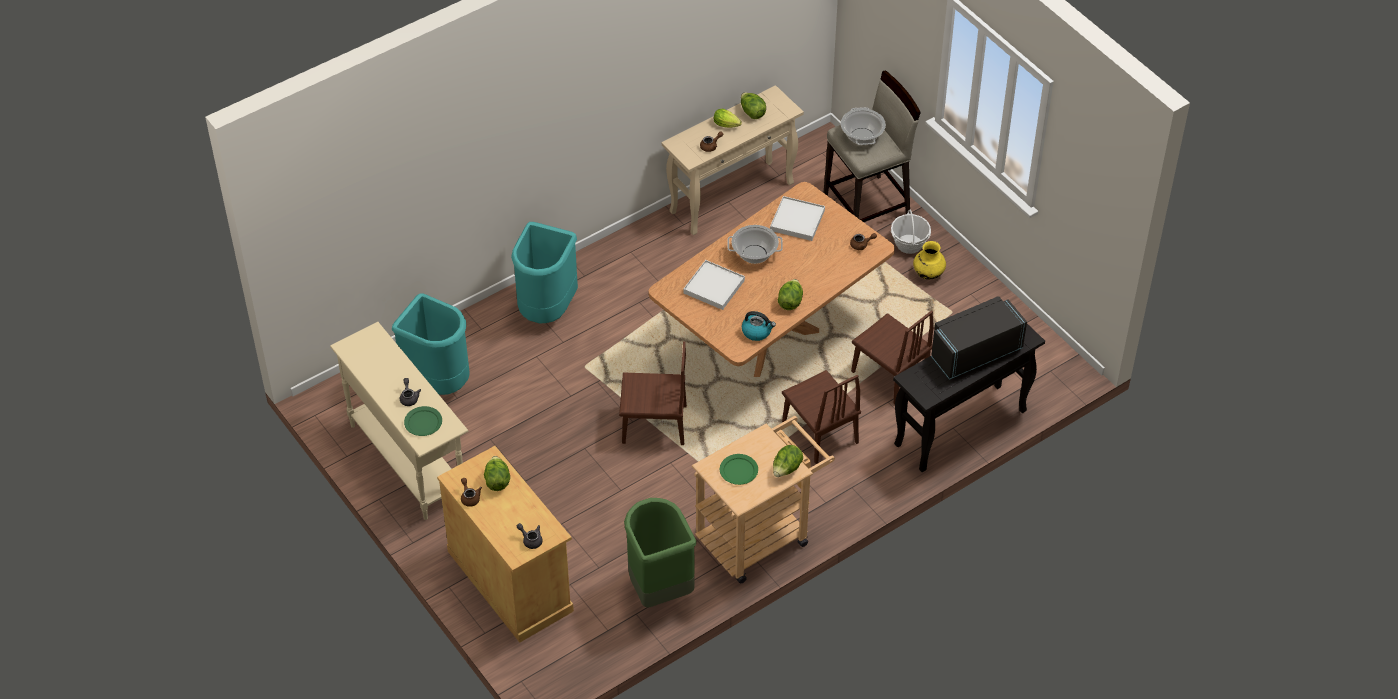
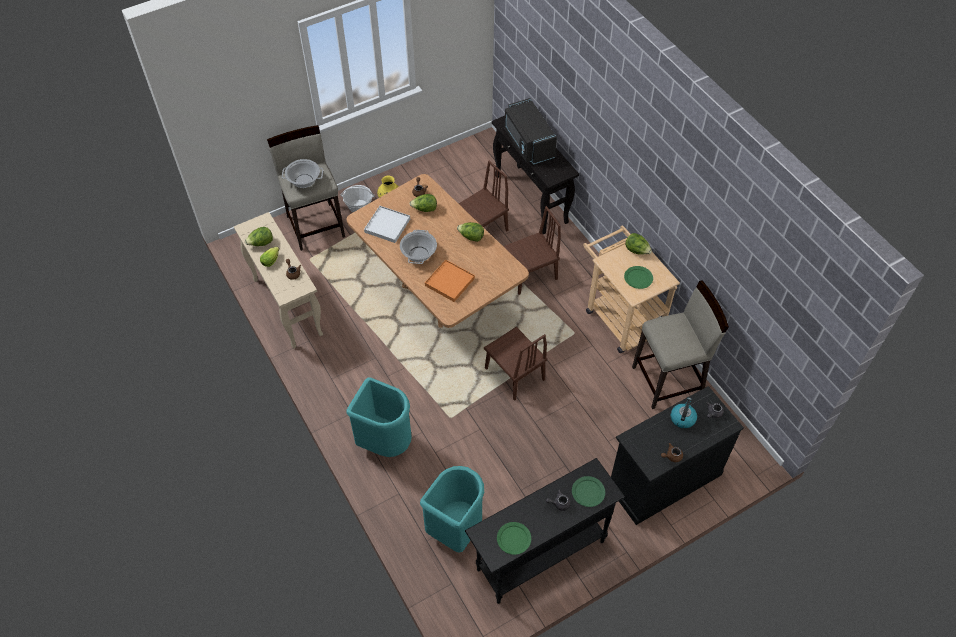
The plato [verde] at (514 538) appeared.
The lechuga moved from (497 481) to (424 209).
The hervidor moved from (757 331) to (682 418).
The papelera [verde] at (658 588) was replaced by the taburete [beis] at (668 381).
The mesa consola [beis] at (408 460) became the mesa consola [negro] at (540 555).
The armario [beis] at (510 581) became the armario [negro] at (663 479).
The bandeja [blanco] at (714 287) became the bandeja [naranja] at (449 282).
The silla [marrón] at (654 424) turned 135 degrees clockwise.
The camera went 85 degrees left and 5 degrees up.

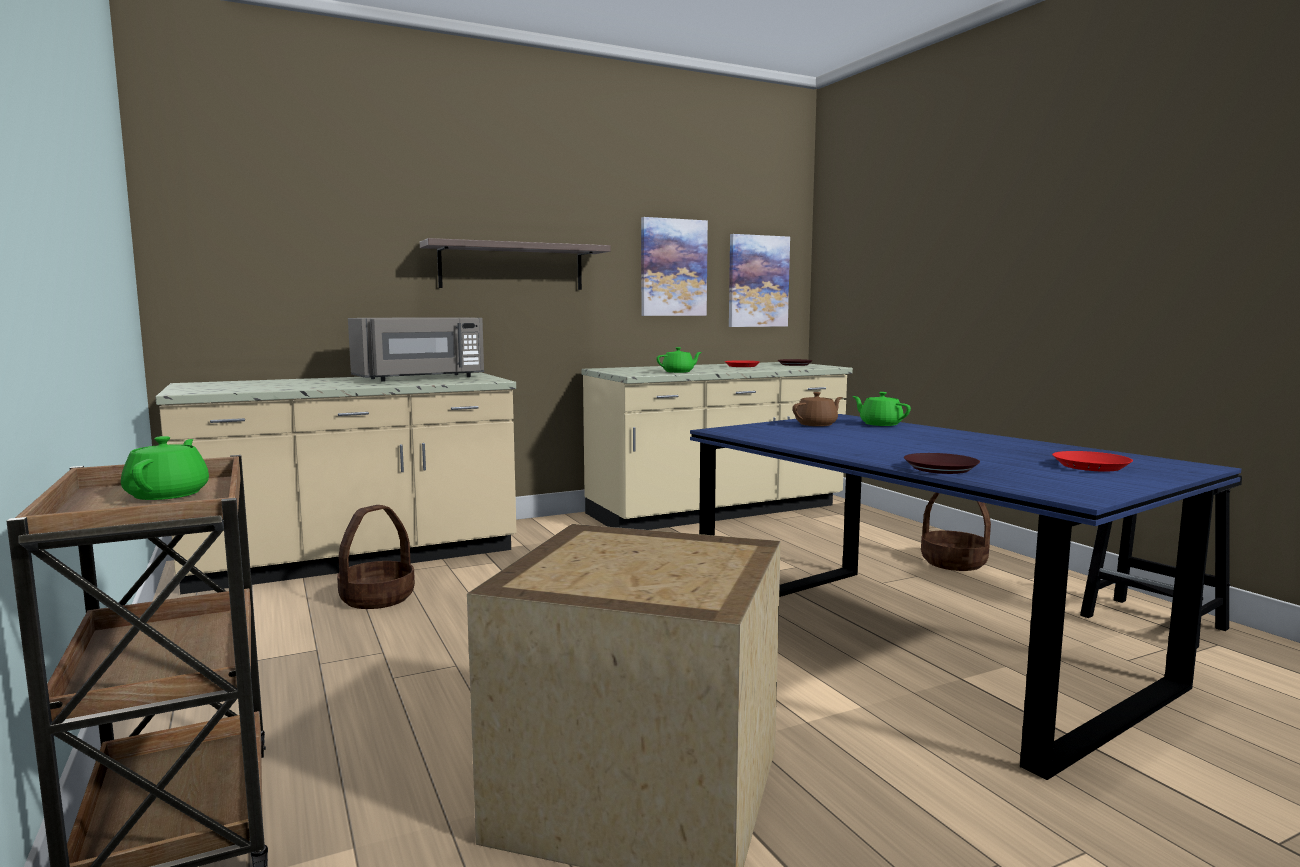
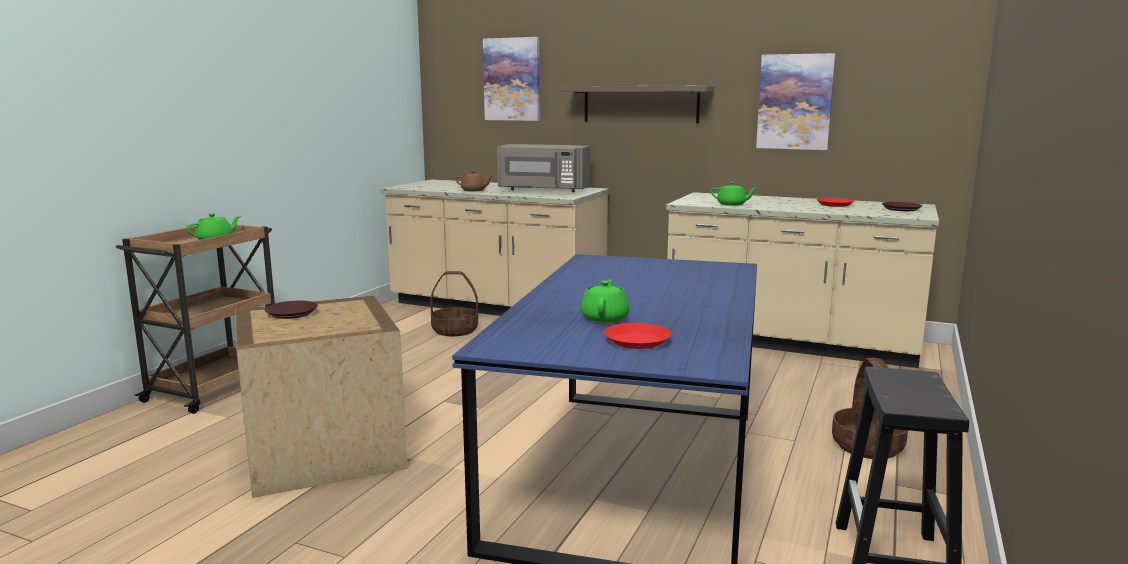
The cuadro moved from (758 281) to (512 79).
The tetera [marrón] moved from (817 424) to (474 190).
The tetera [verde] moved from (880 424) to (605 318).
The plato [marrón] moved from (940 469) to (291 313).
The camera went 50 degrees right and 5 degrees up.

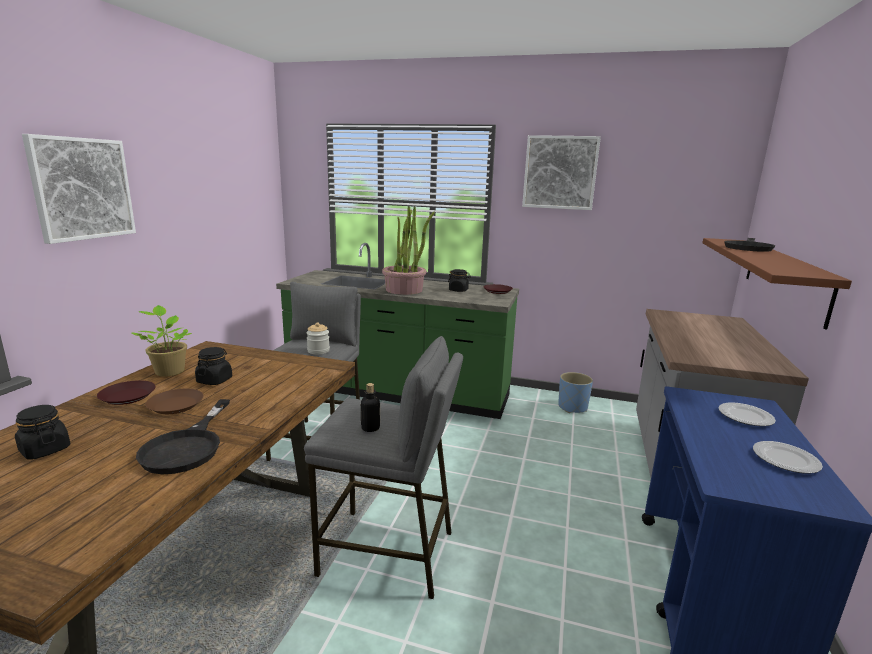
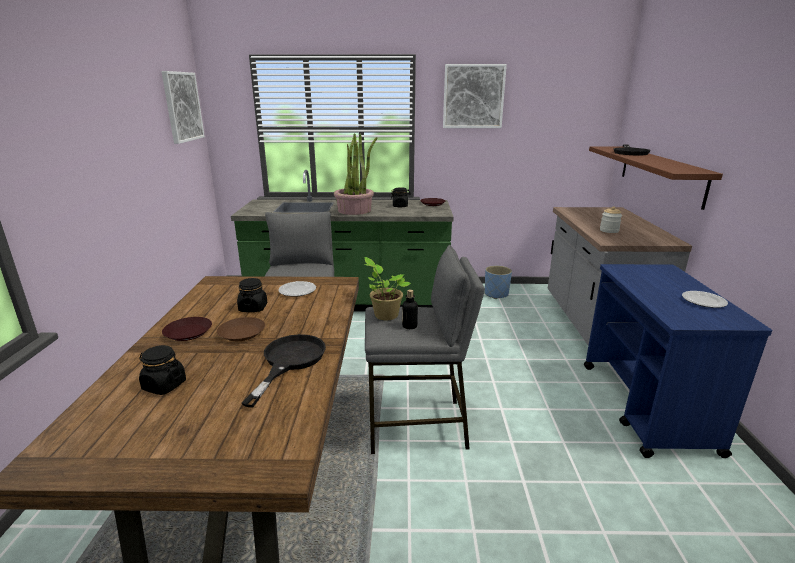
The cuadro moved from (82 189) to (182 107).
The planta en maceta moved from (169 371) to (384 315).
The tarro moved from (318 351) to (609 230).
The plato moved from (744 417) to (297 291).
The sartén [negro] at (188 446) turned 150 degrees counterclockwise.
The camera went 15 degrees left and 5 degrees up.

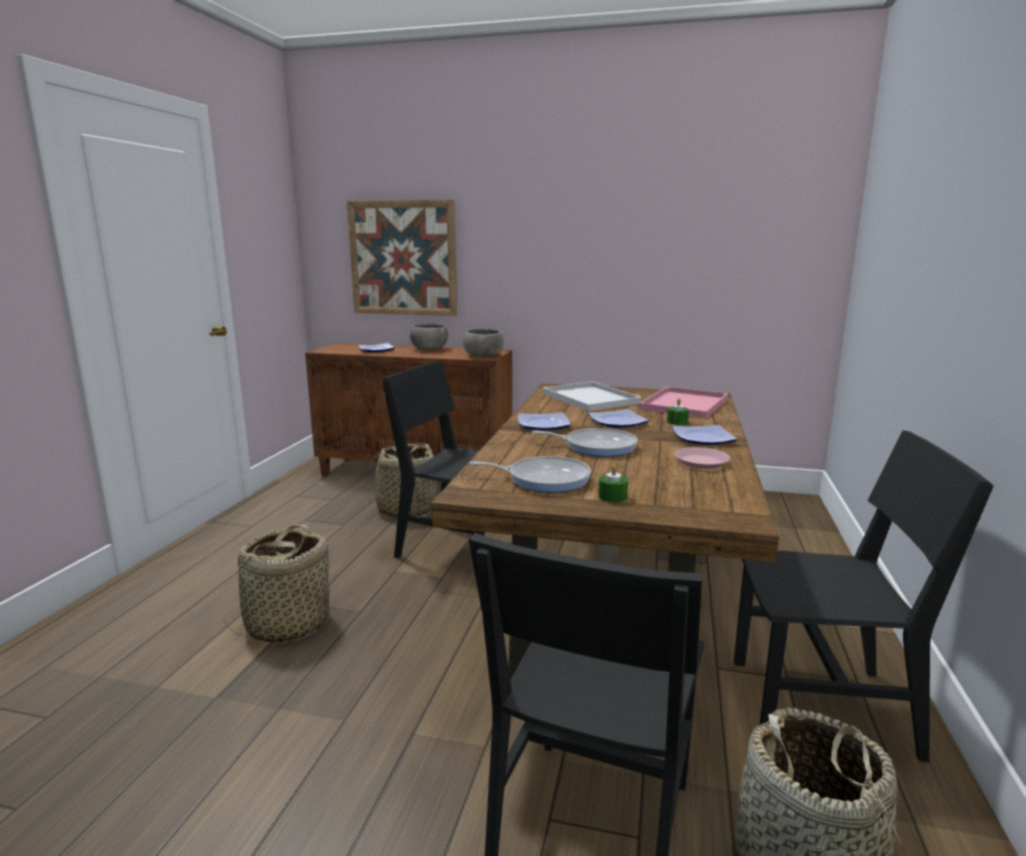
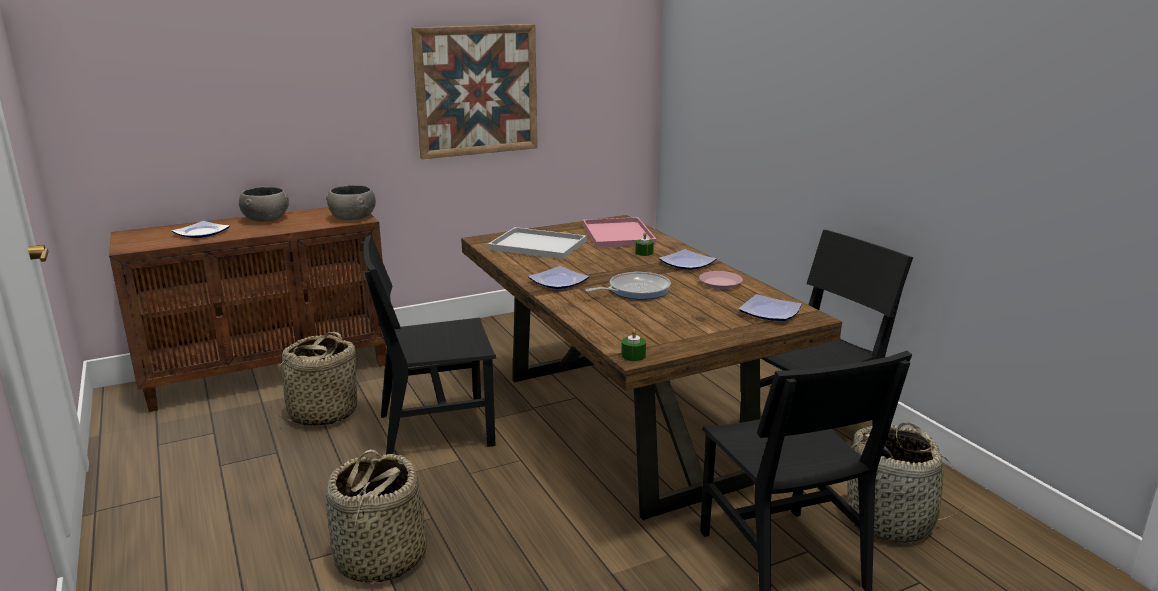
The sartén at (544 479) disappeared.
The cuadro moved from (403 258) to (477 90).
The plato moved from (617 422) to (770 313).
The vela [verde] moved from (612 496) to (633 355).
The camera went 40 degrees left and 5 degrees up.

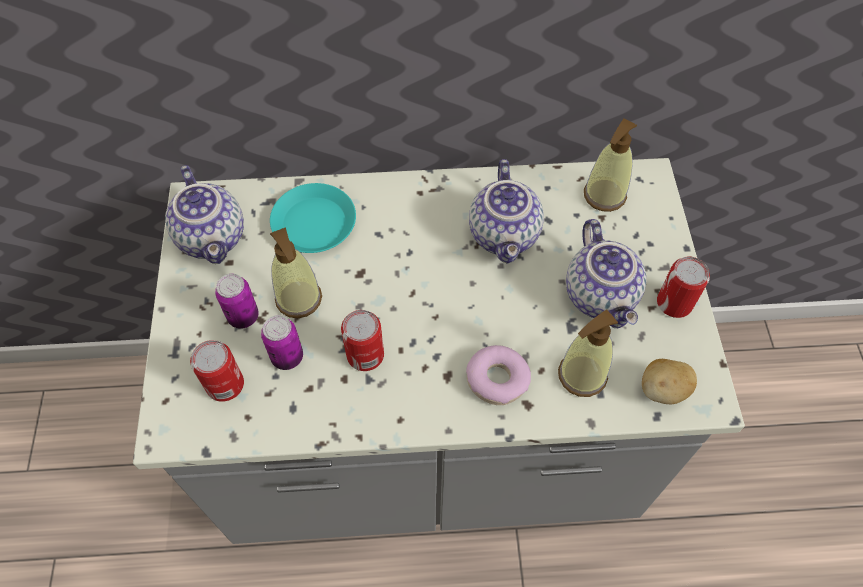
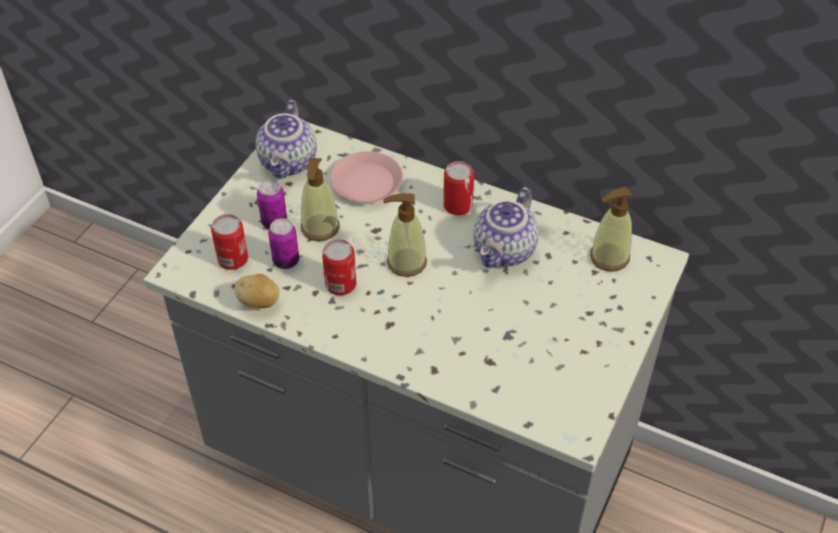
The rosquilla at (497 380) disappeared.
The tetera at (602 296) disappeared.
The dispensador de jabón moved from (581 375) to (406 262).
The patata moved from (662 390) to (259 302).
The lata moved from (674 303) to (457 205).
The plato [turquesa] at (313 223) became the plato [rosa] at (366 182).
The camera went 30 degrees right and 10 degrees down.

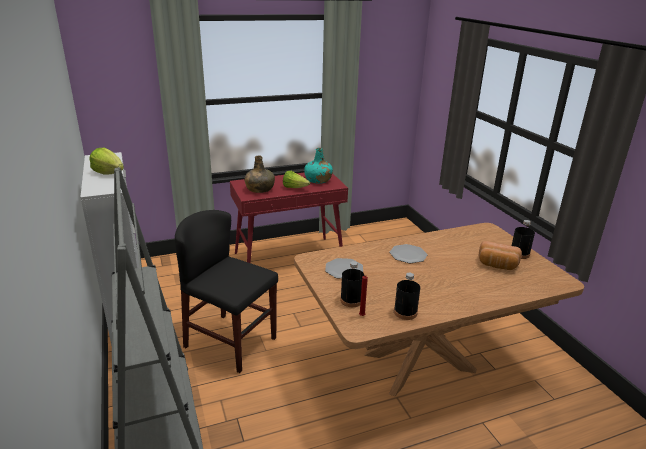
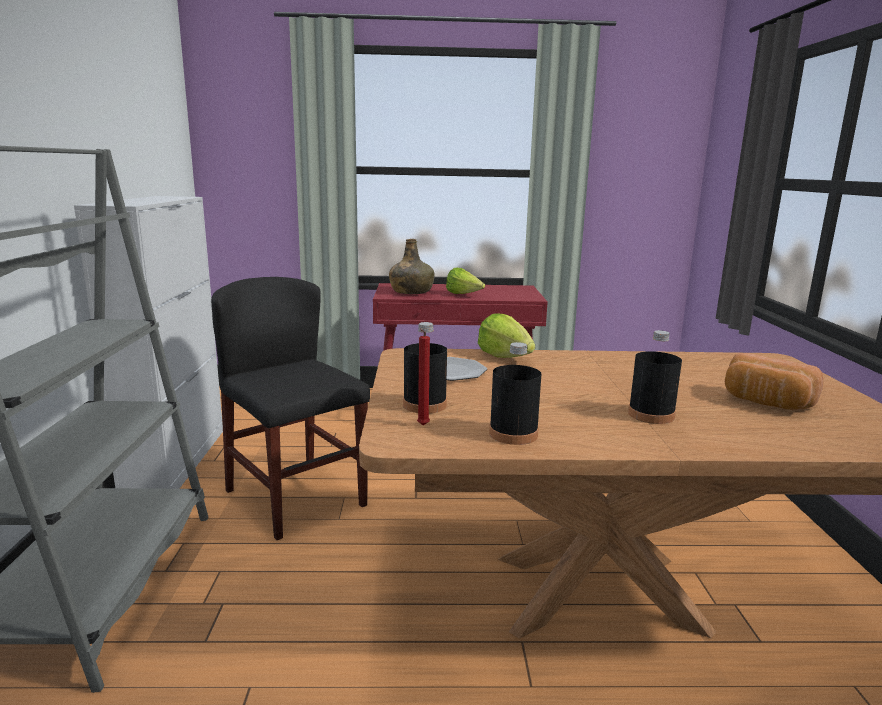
The botella [turquesa] at (318 180) disappeared.
The plato at (408 255) disappeared.
The lechuga moved from (109 173) to (504 356).
The botella [negro] moved from (519 254) to (651 415).
The camera went 20 degrees right and 10 degrees down.

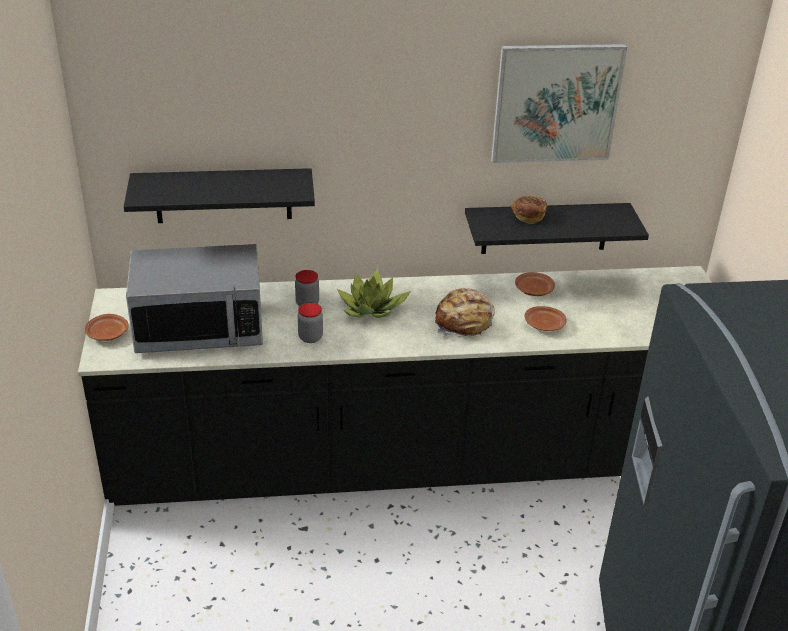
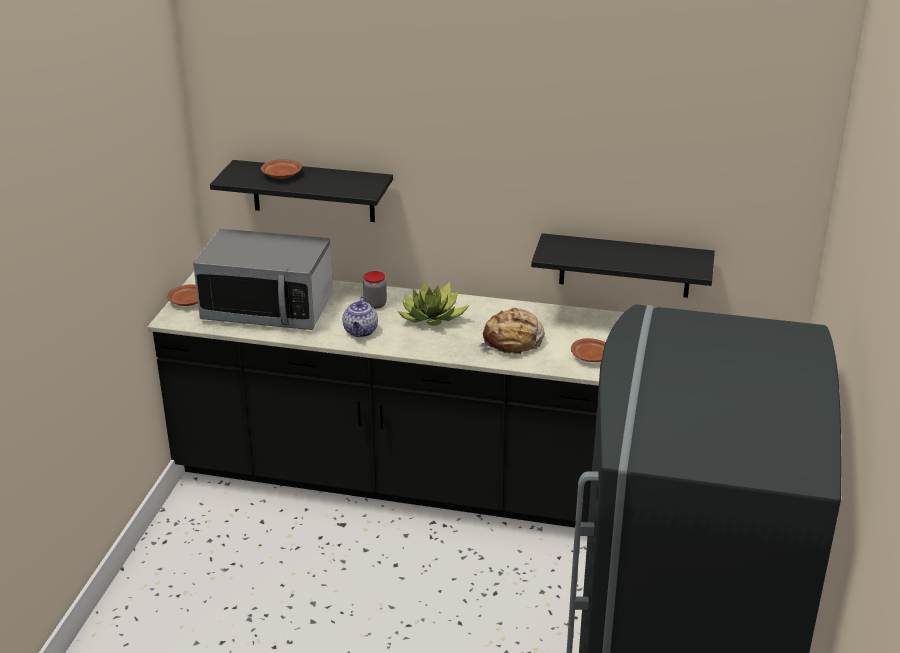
The cuadro at (556 103) disappeared.
The pan at (528 216) disappeared.
The plato [marrón] moved from (533 290) to (281 175).
The tarro at (310 337) was replaced by the tetera at (361 332).
The camera went 20 degrees right and 5 degrees down.

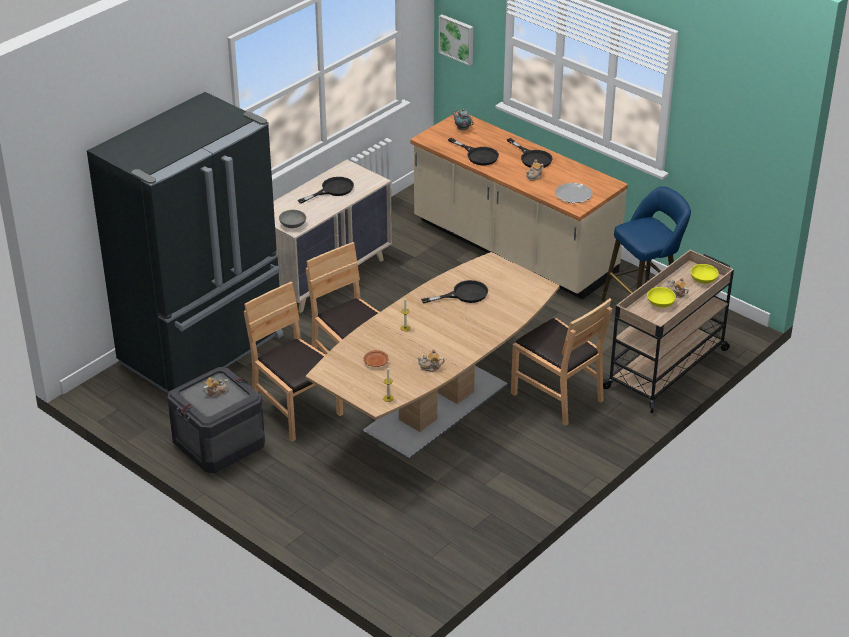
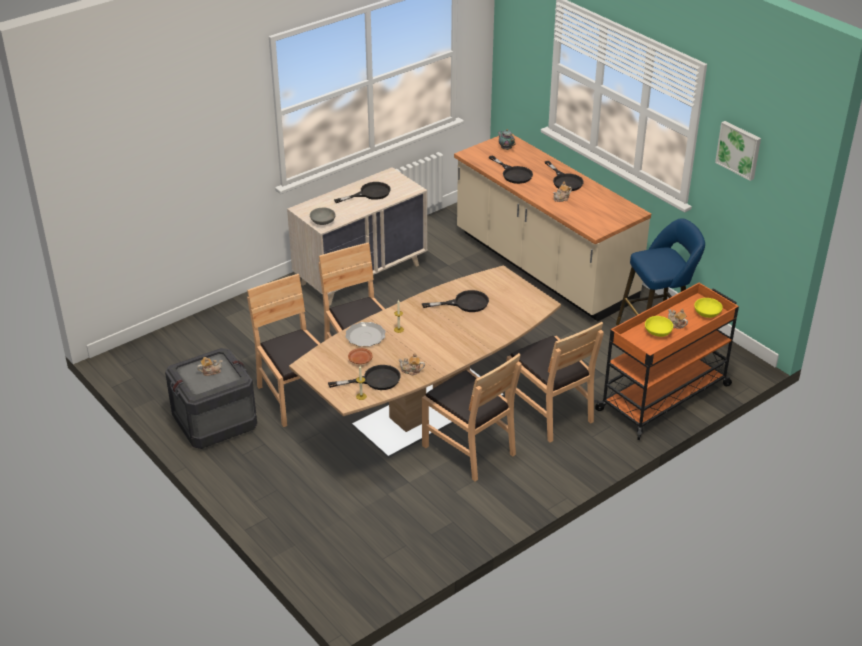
The nevera [negro] at (204 350) disappeared.
The sartén [negro] at (374 380) appeared.
The silla [marrón] at (469 449) appeared.
The cuadro moved from (457 39) to (739 149).
The plato moved from (573 194) to (365 336).
The carrito [beis] at (667 368) became the carrito [naranja] at (665 397).
The camera went 10 degrees right and 0 degrees up.

